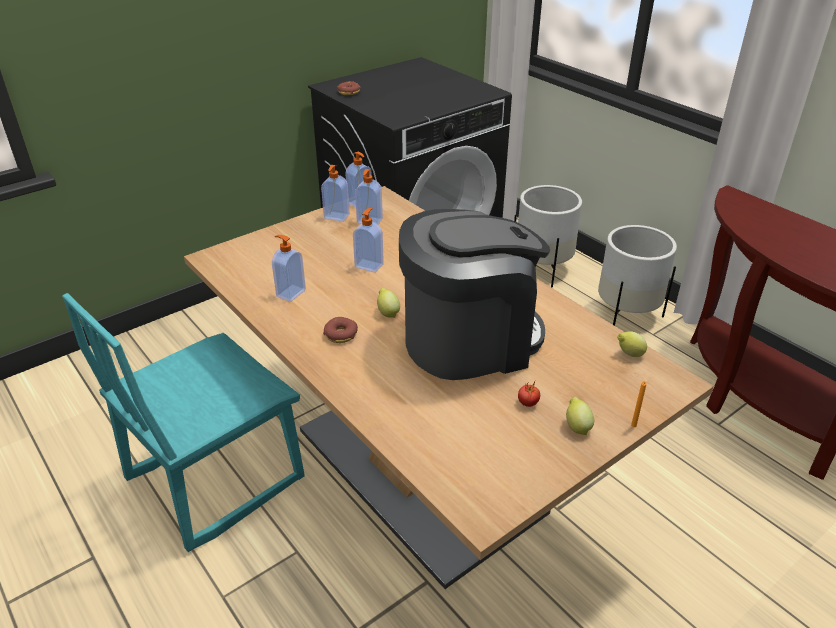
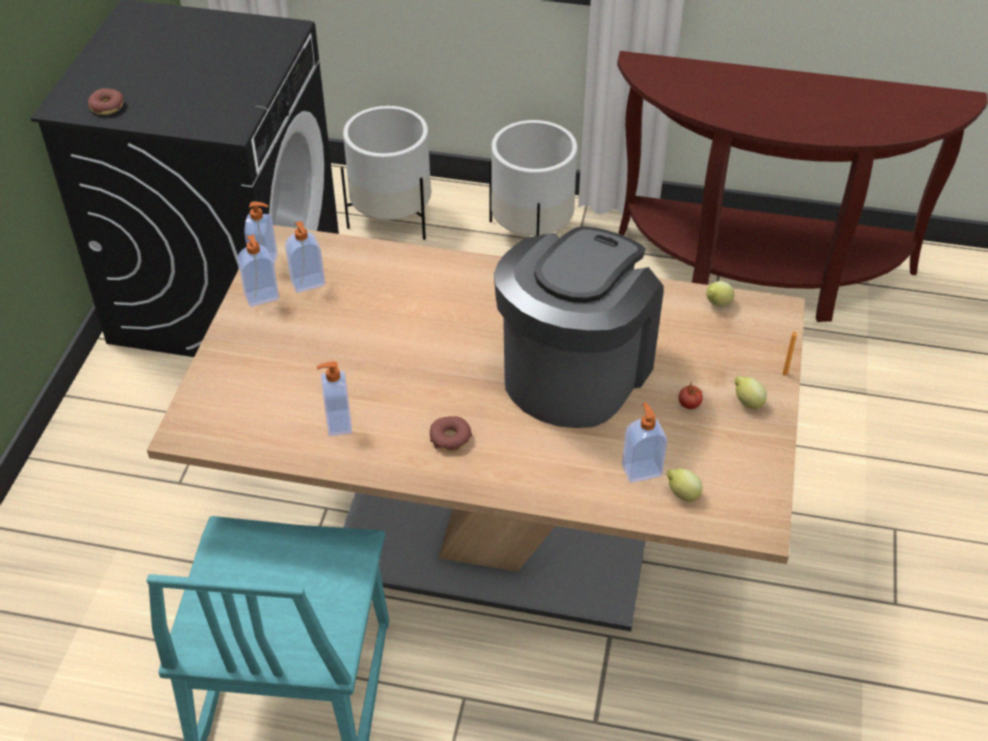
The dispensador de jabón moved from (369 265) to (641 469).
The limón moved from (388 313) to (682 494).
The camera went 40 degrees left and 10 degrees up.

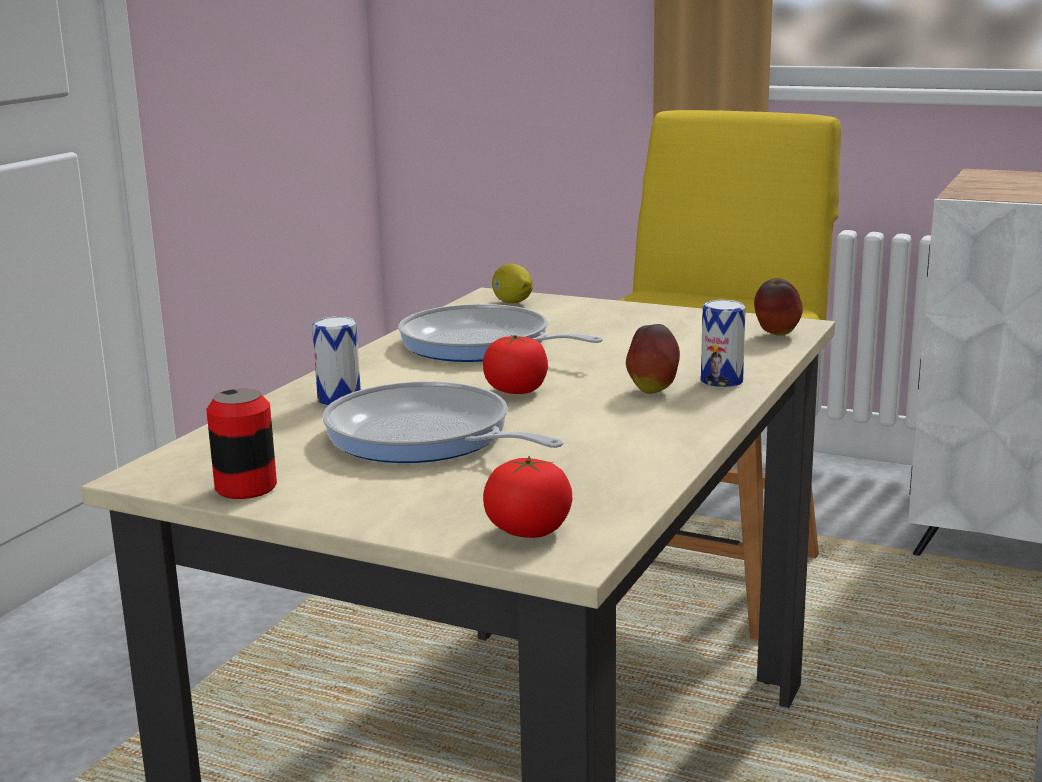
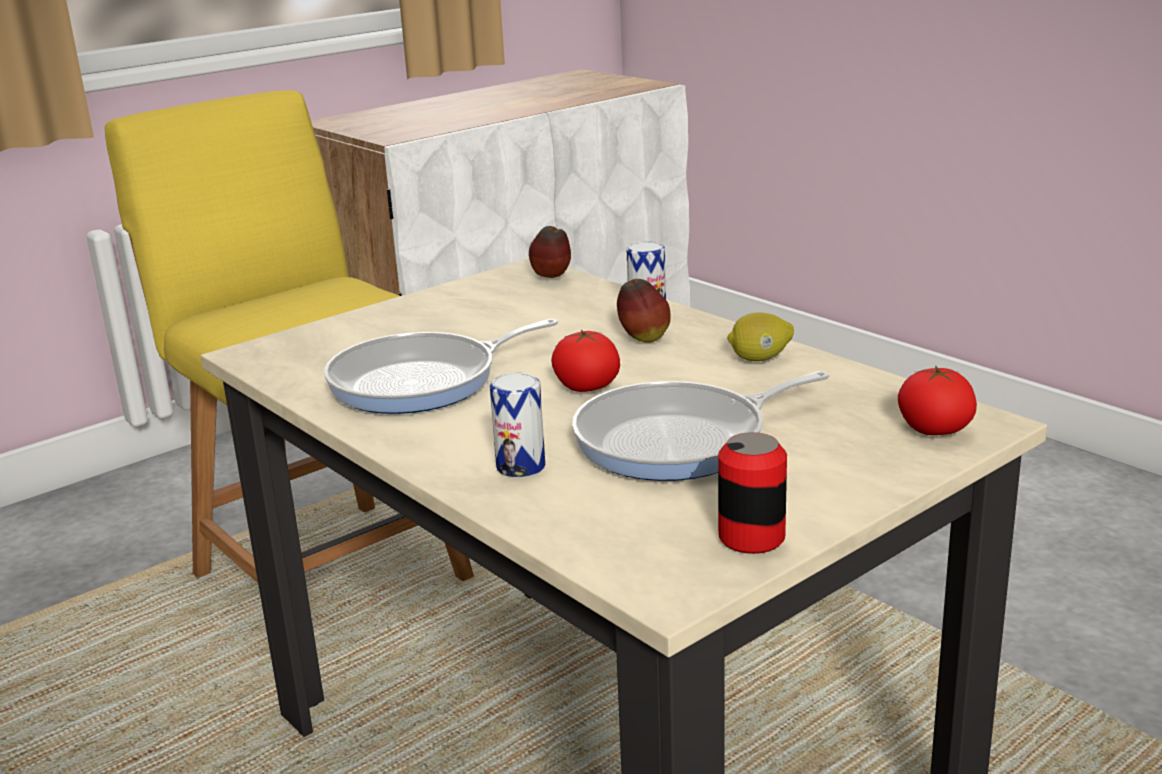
The limón moved from (512 303) to (760 359).
The camera went 65 degrees left and 5 degrees up.

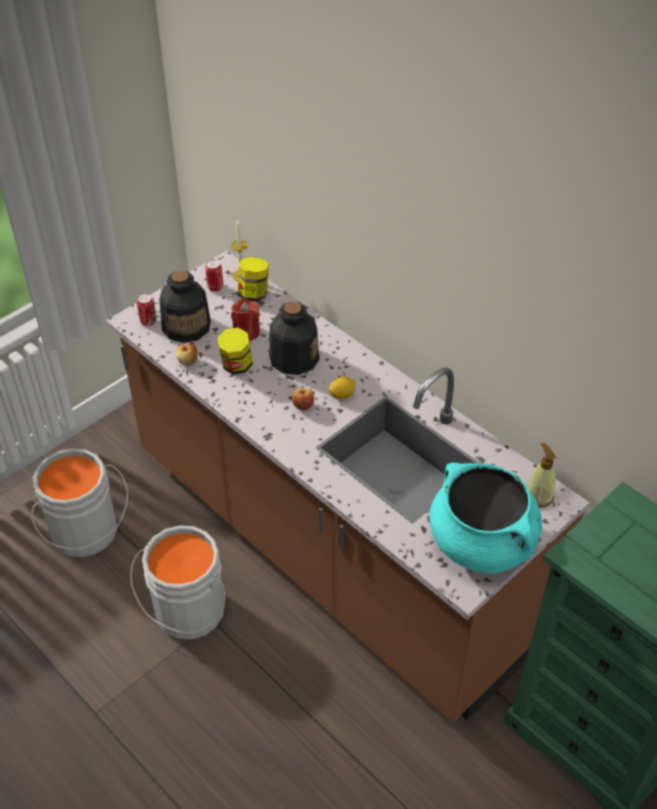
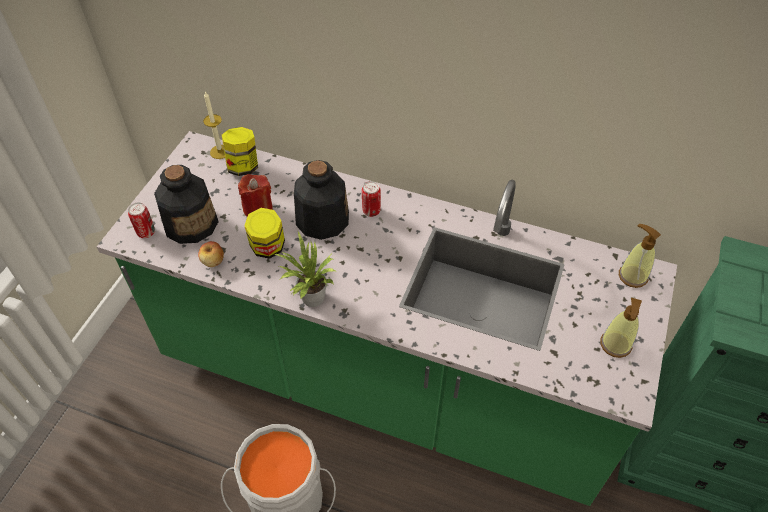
The cubo [gris] at (86 533) disappeared.
The manzana at (303 406) disappeared.
The limón at (342 395) disappeared.
The planta en maceta at (310 299) appeared.
The lata moved from (215 287) to (371 211).
The olla [turquesa] at (482 543) was replaced by the dispensador de jabón at (615 345).
The mueble bajo de cocina [marrón] at (328 548) became the mueble bajo de cocina [verde] at (384 382).
The camera went 25 degrees left and 5 degrees up.

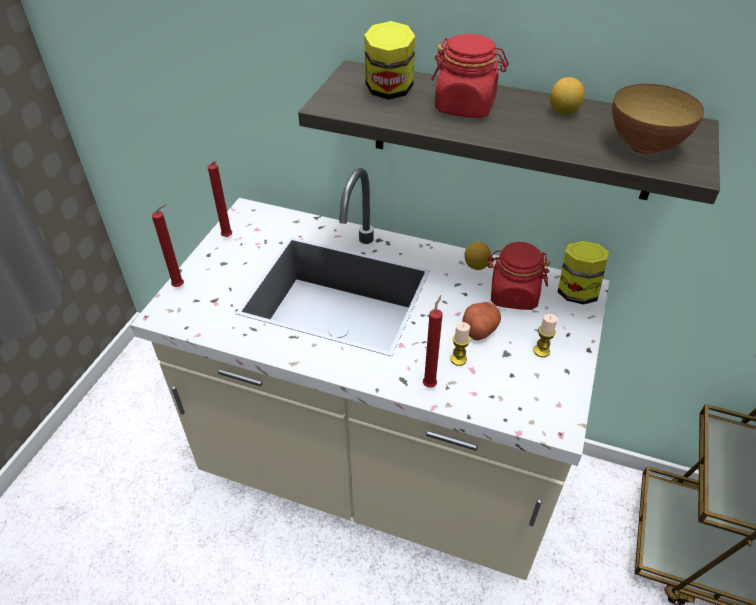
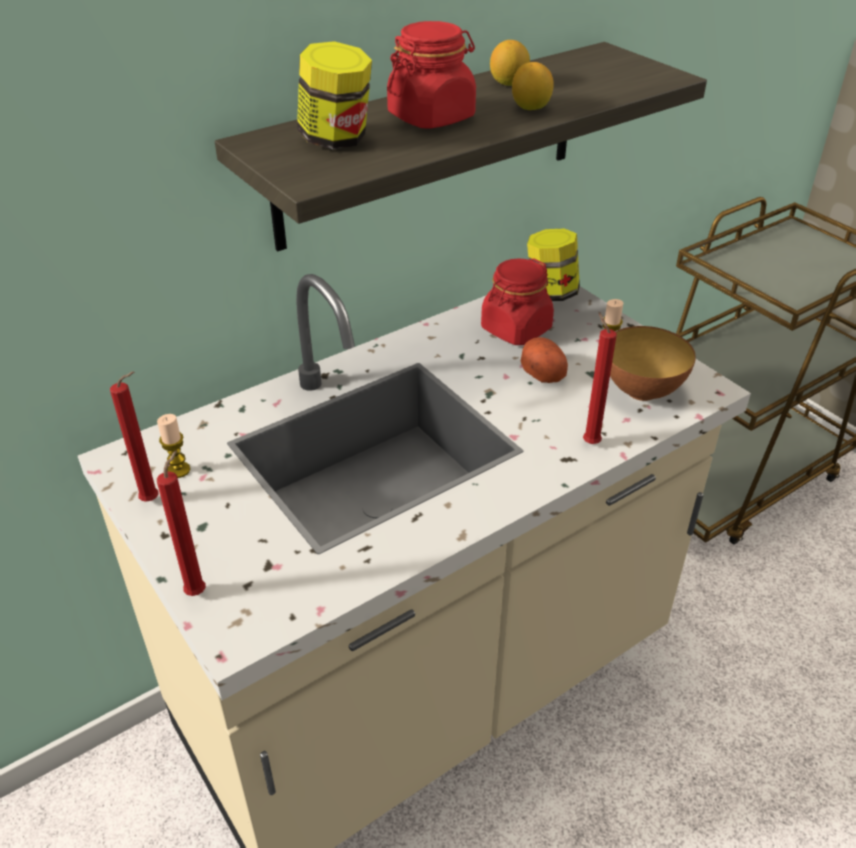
The vela moved from (458 359) to (178 470).
The limón moved from (476 266) to (531 108).
The cuenco moved from (644 146) to (641 391).
The camera went 55 degrees left and 5 degrees down.

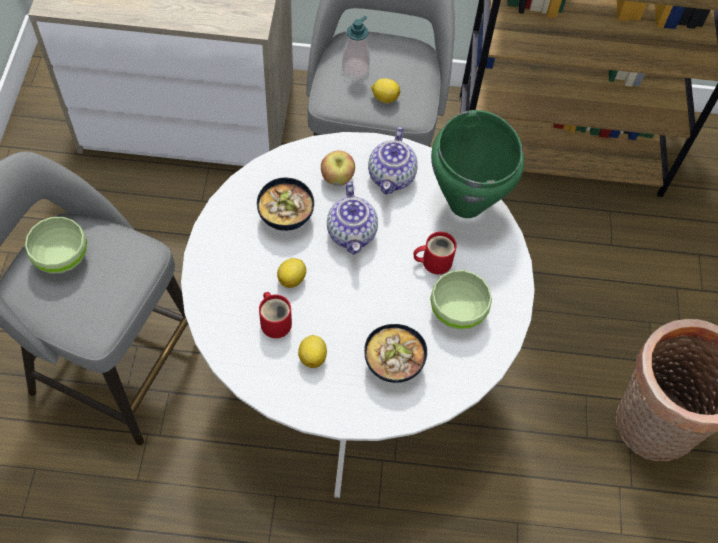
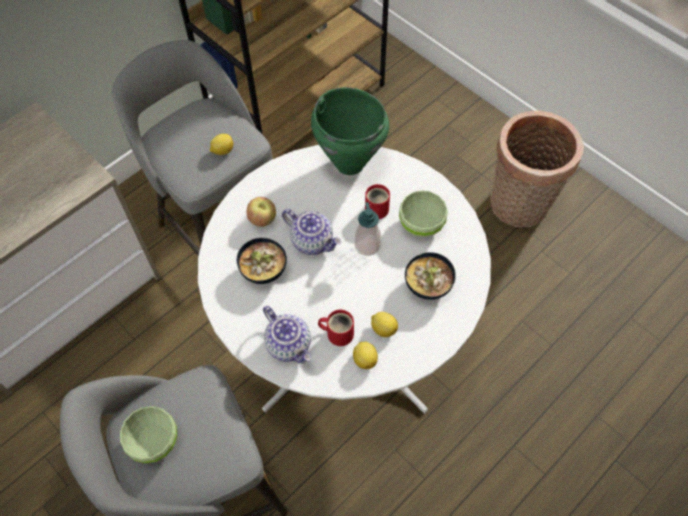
The limón moved from (292 279) to (365 359).
The dispensador de jabón moved from (355 69) to (367 245).
The tetera moved from (392 177) to (289 345).
The camera went 45 degrees left and 0 degrees up.

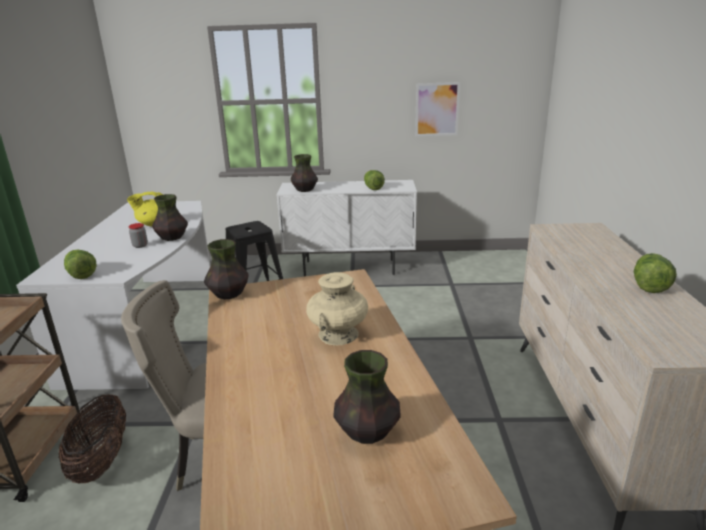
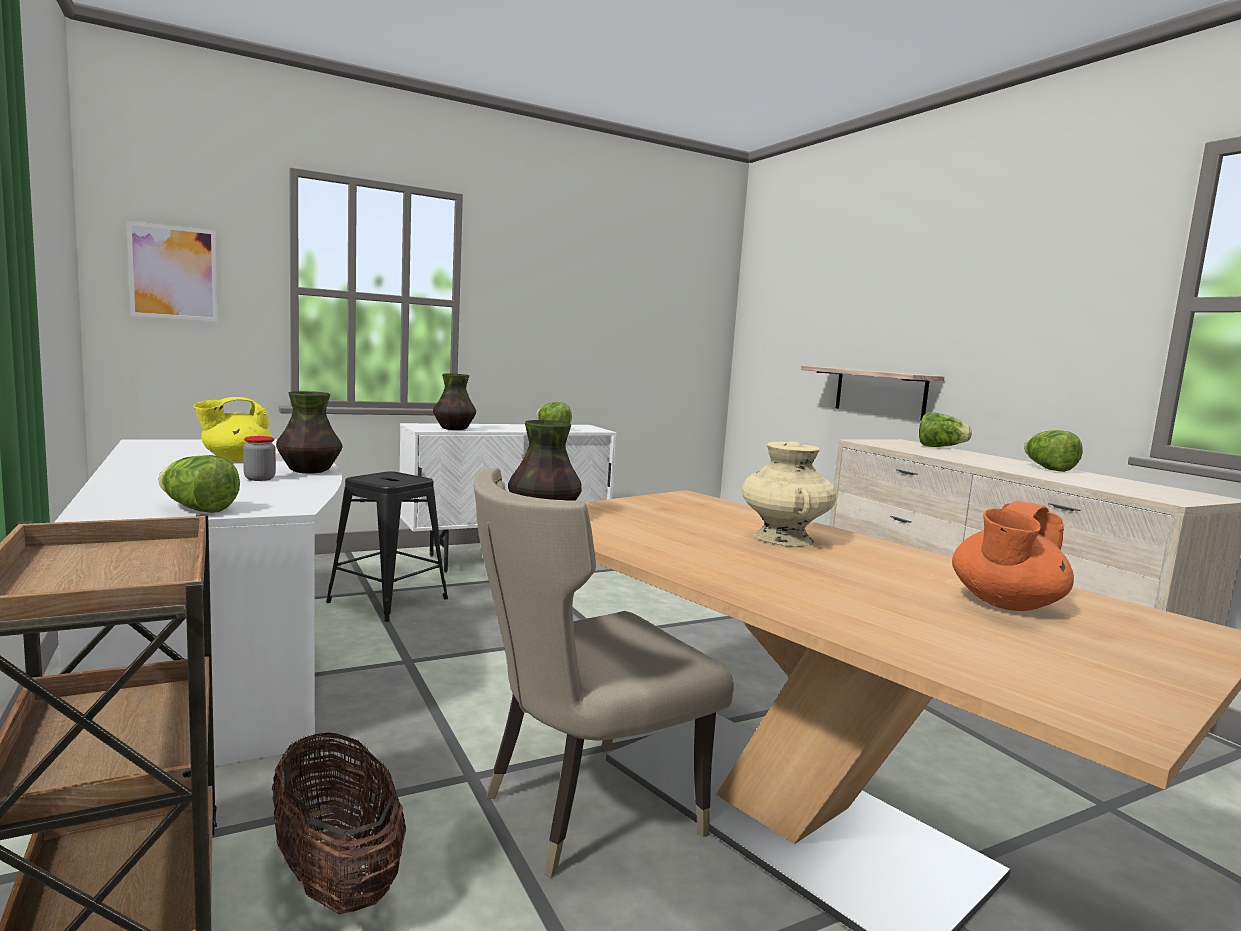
The estante at (880 392) appeared.
The lechuga at (940 447) appeared.
The cuadro moved from (437 109) to (173 272).
The florero at (367 432) was replaced by the tetera [naranja] at (1005 604).
The camera went 30 degrees left and 15 degrees down.

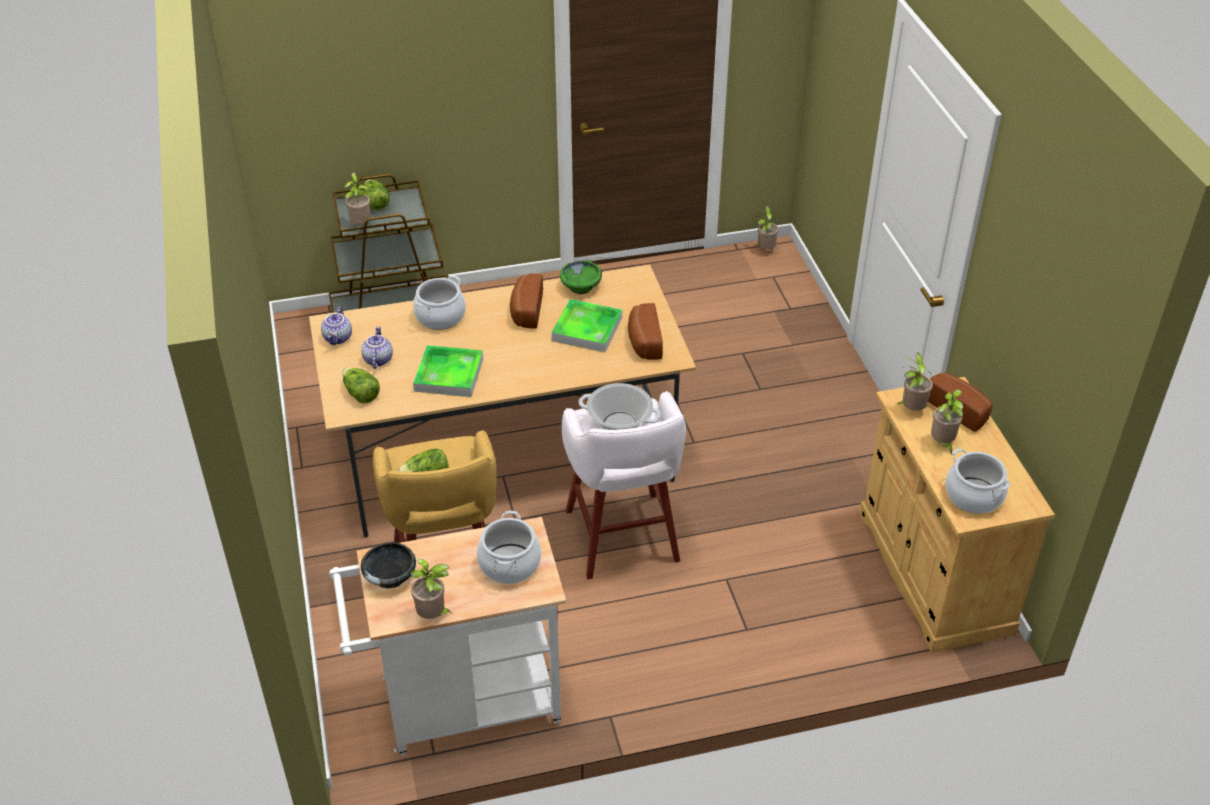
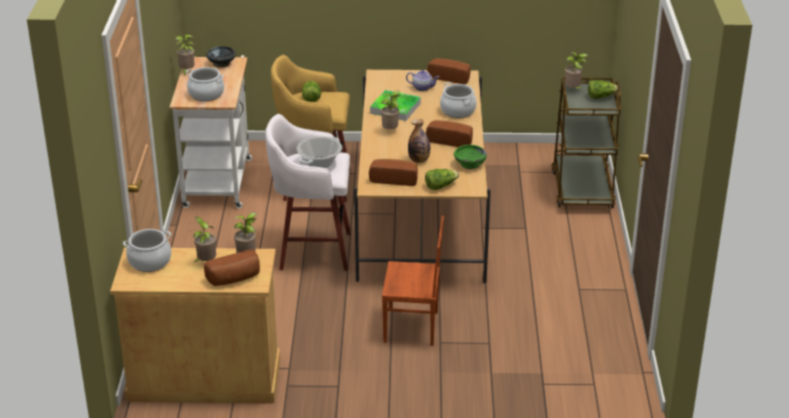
The silla [marrón] at (412 328) appeared.
The lechuga moved from (360 393) to (440 186).
The planta en maceta moved from (764 250) to (391 131).
The tetera at (338 338) was replaced by the pan at (450 77).
The bandeja at (587 329) was replaced by the botella at (419 160).
The camera went 105 degrees right and 10 degrees down.

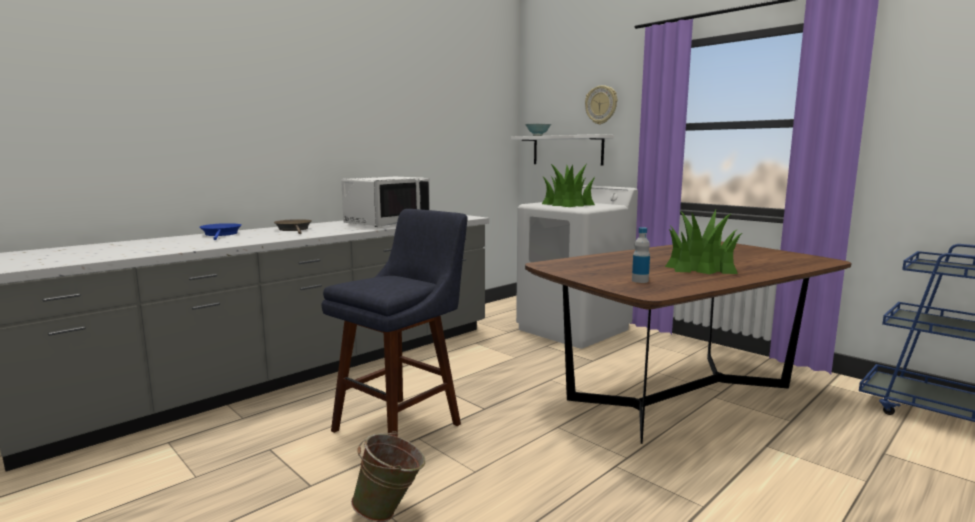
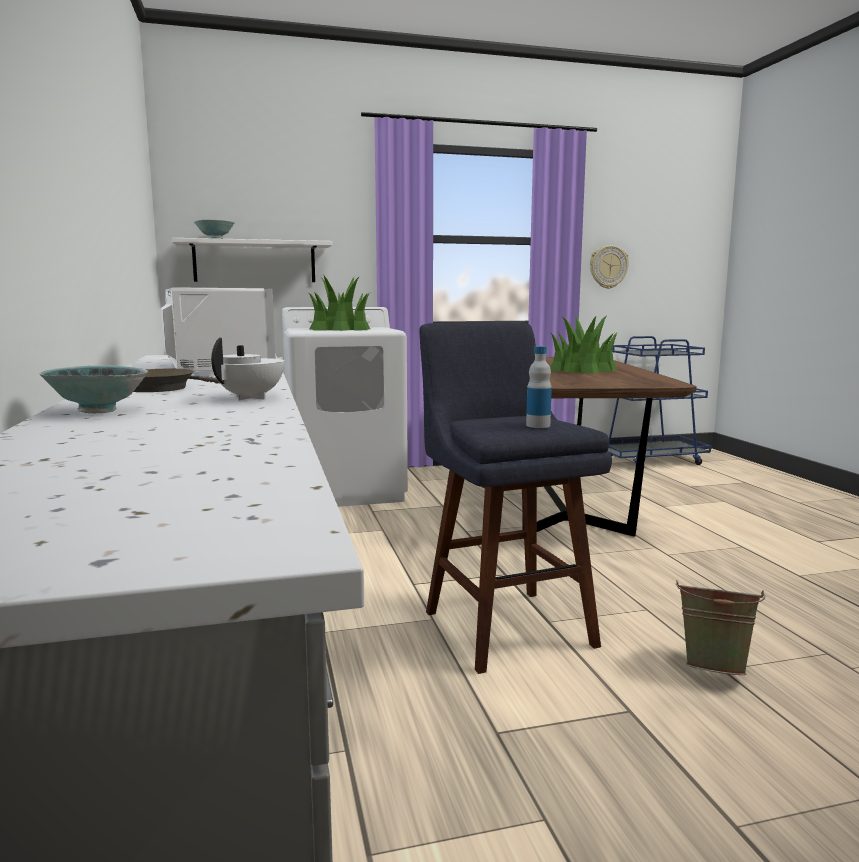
The tetera [blanco] at (251 398) appeared.
The reloj de pared moved from (601 105) to (608 267).
The botella moved from (640 281) to (538 425).
The sartén [azul] at (221 234) was replaced by the cuenco at (97 411).
The camera went 60 degrees left and 0 degrees up.

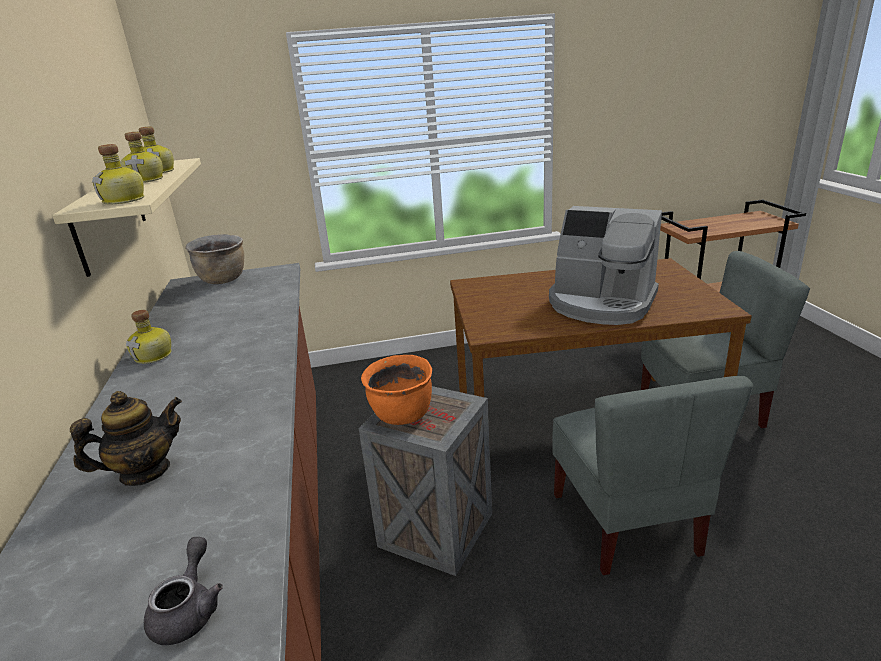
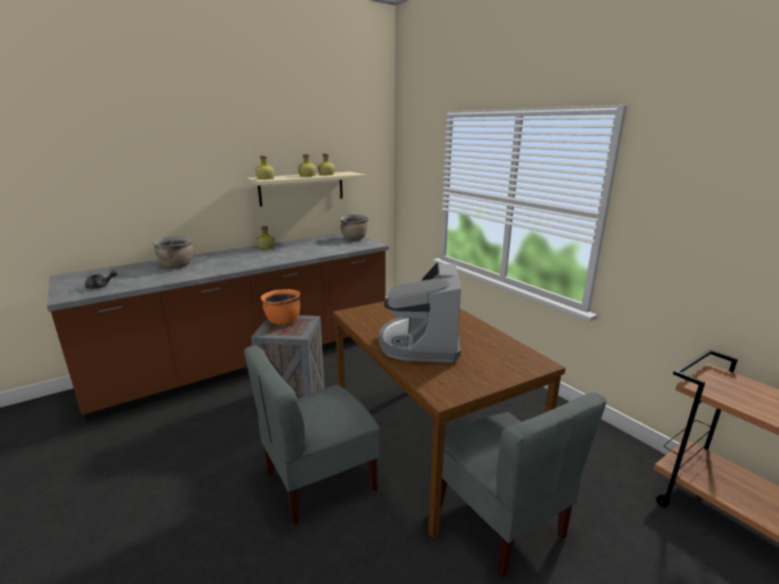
The tetera at (145 472) was replaced by the olla [marrón] at (177 266).
The camera went 65 degrees right and 5 degrees down.

